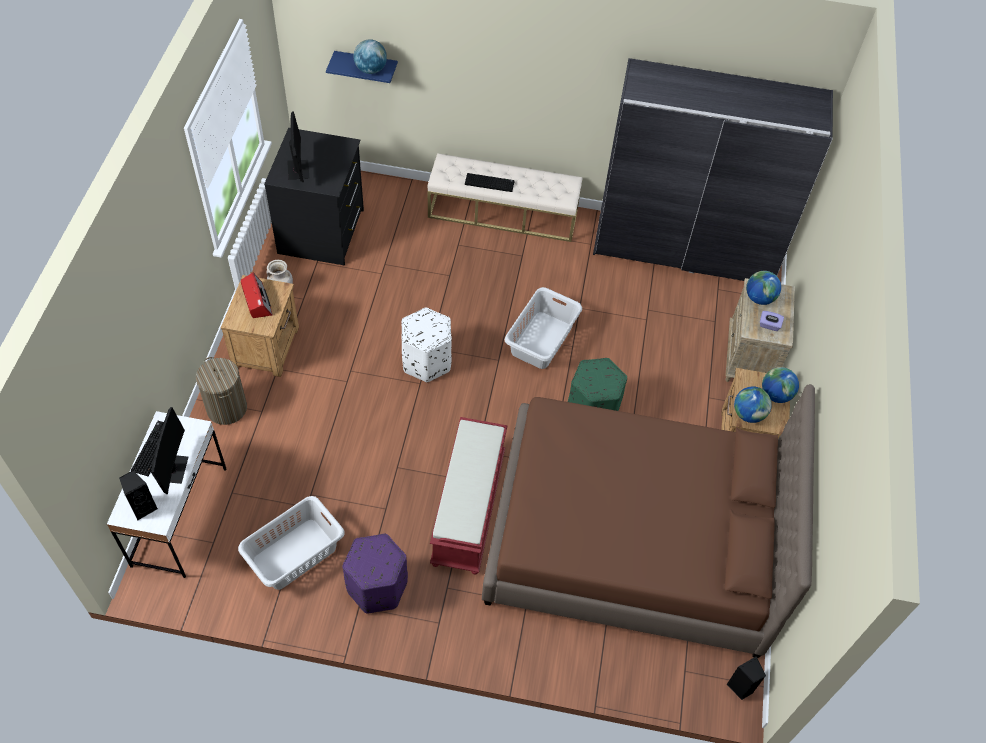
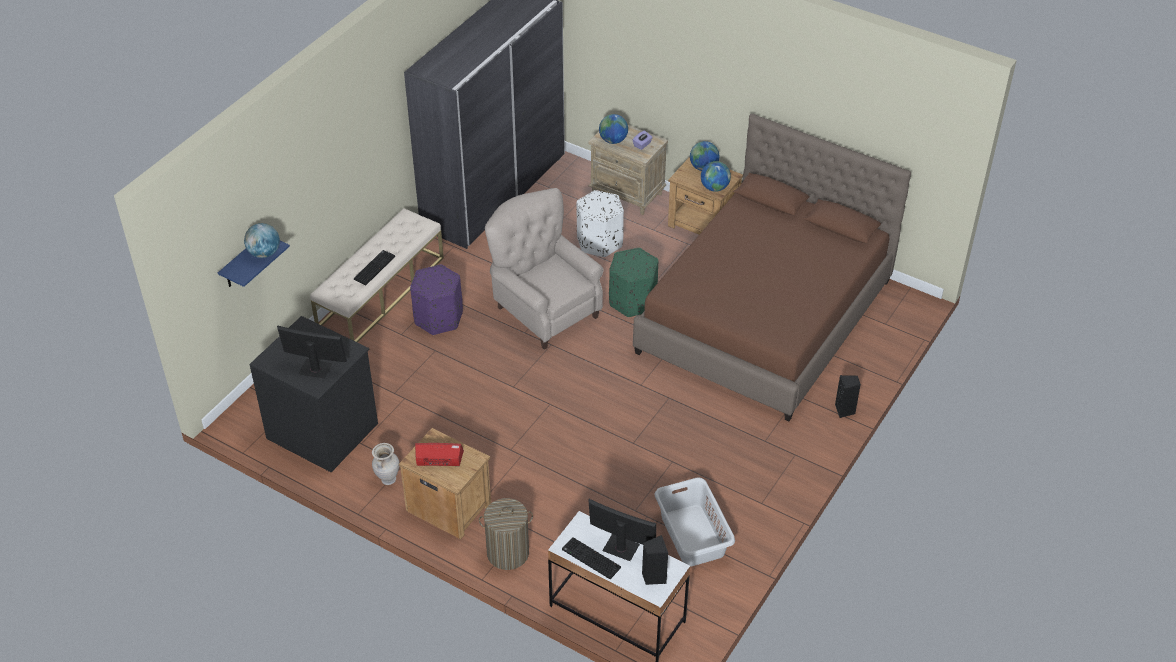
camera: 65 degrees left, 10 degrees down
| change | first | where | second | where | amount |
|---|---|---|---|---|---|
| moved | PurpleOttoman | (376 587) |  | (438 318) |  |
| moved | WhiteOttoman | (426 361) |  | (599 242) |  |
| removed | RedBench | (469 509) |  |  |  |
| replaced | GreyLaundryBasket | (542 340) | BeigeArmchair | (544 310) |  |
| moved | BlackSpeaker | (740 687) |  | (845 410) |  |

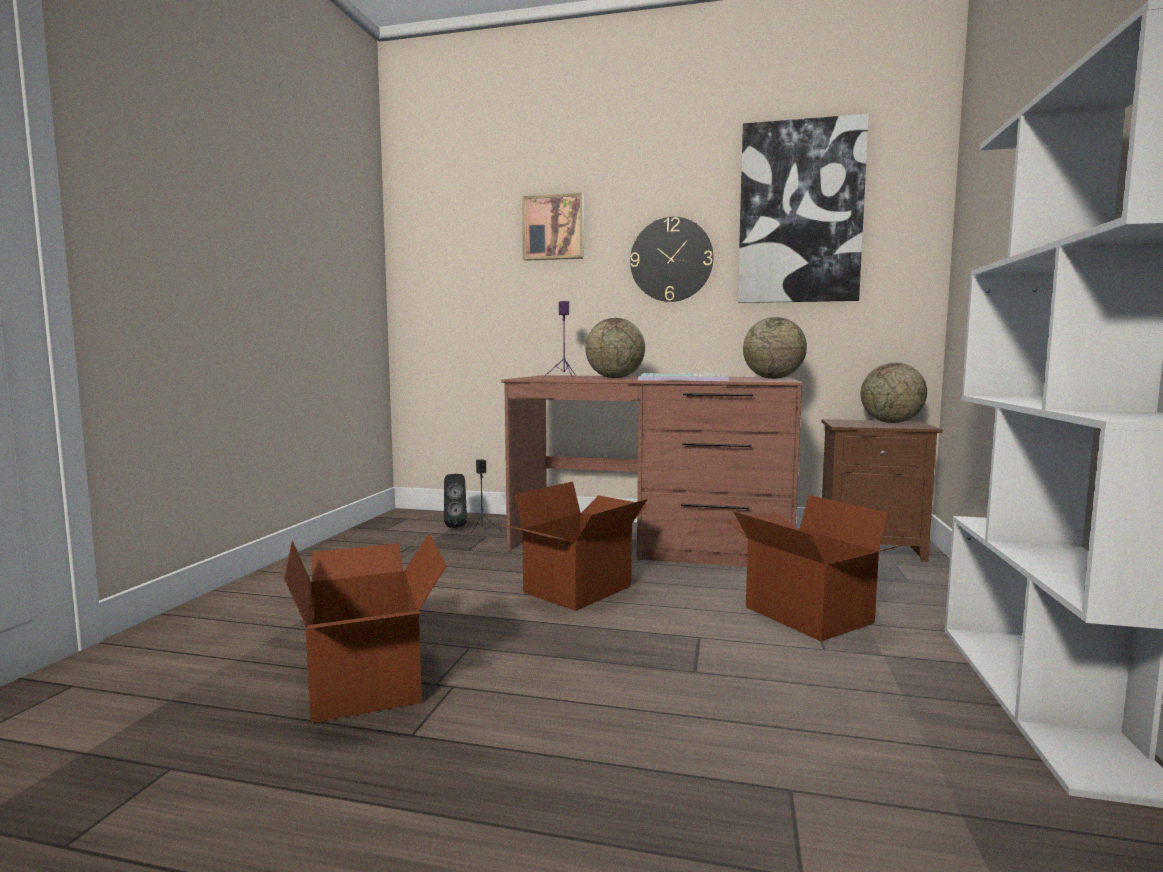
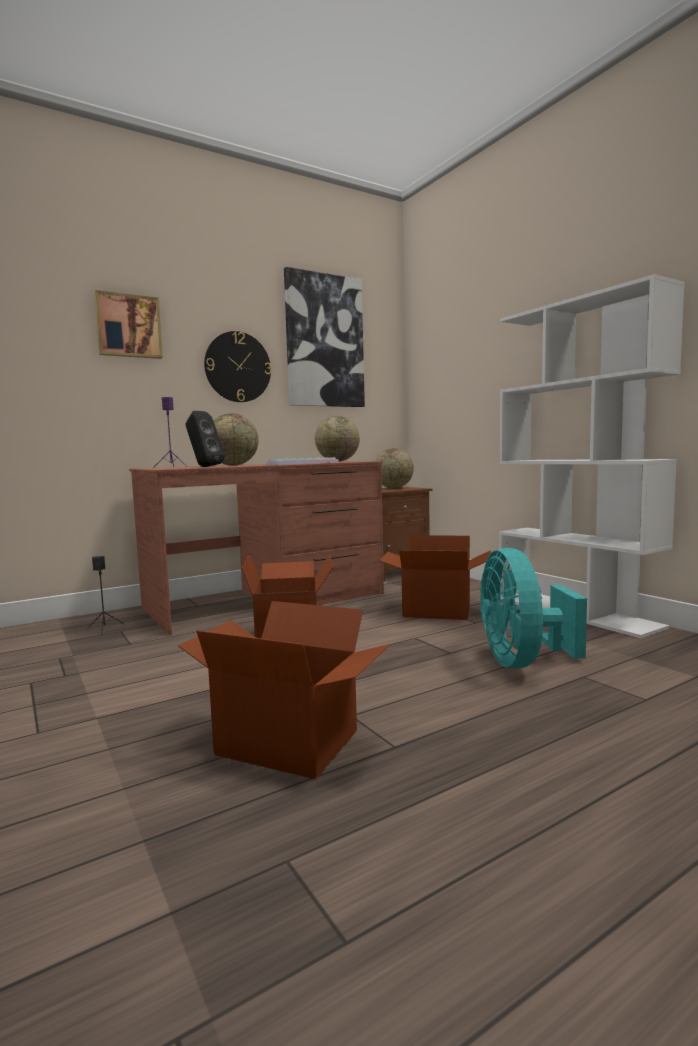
camera: 45 degrees left, 0 degrees up
| change | first | where | second | where | amount |
|---|---|---|---|---|---|
| moved | BlackSpeaker | (455 525) |  | (204 467) |  |
| added |  |  | TurquoiseFan | (522 662) |  |

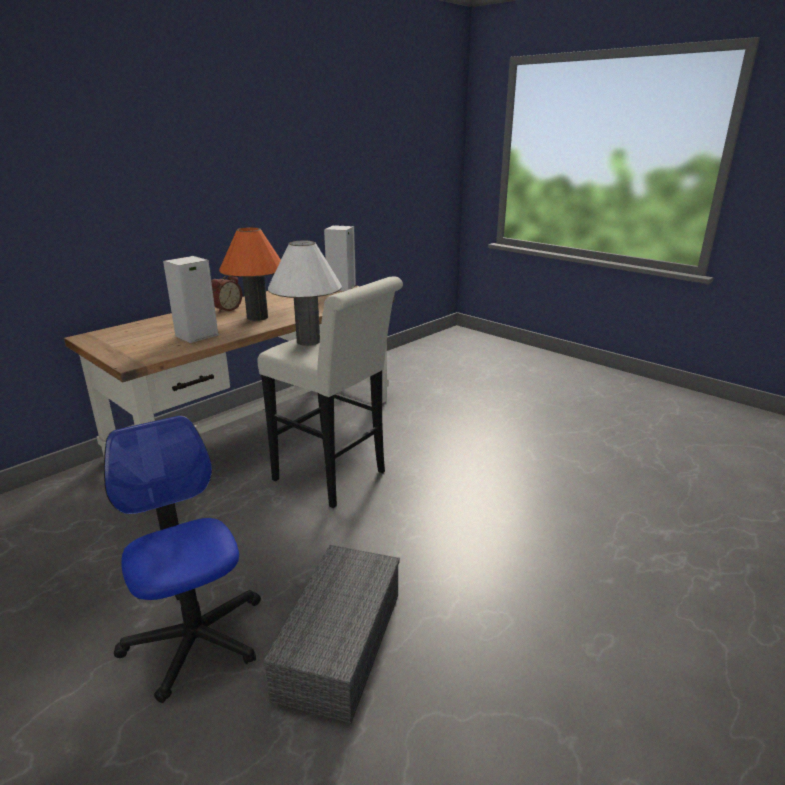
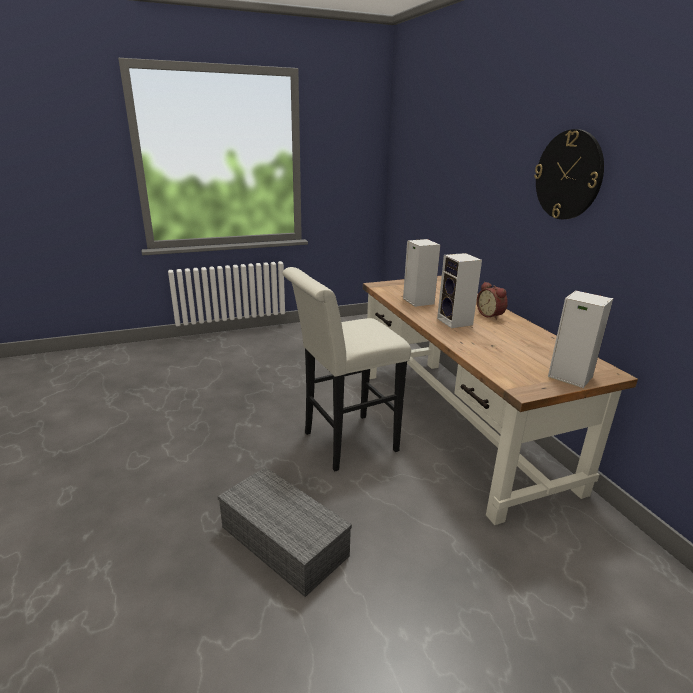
camera: 115 degrees right, 0 degrees up
| change | first | where | second | where | amount |
|---|---|---|---|---|---|
| removed | OfficeChair | (195 639) |  |  |  |
| replaced | OrangeTableLamp | (257 317) | Speaker | (456 322) |  |
| moved | GreyStorageBox | (339 641) |  | (286 541) |  |
| removed | WhiteTableLamp | (308 341) |  |  |  |
| added |  |  | WallClock | (568 175) |  |

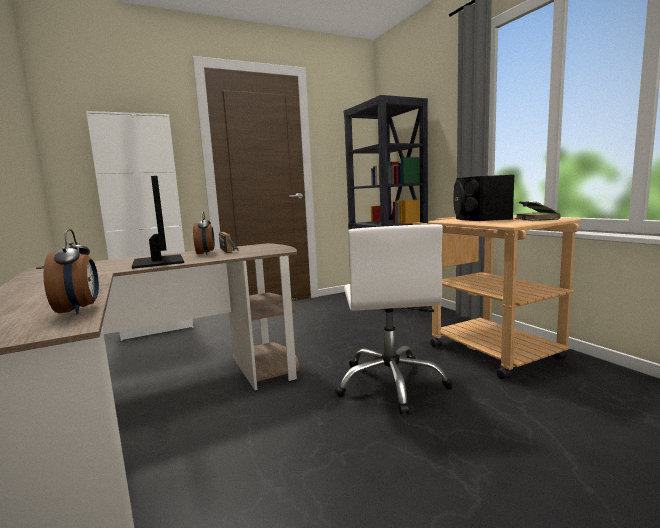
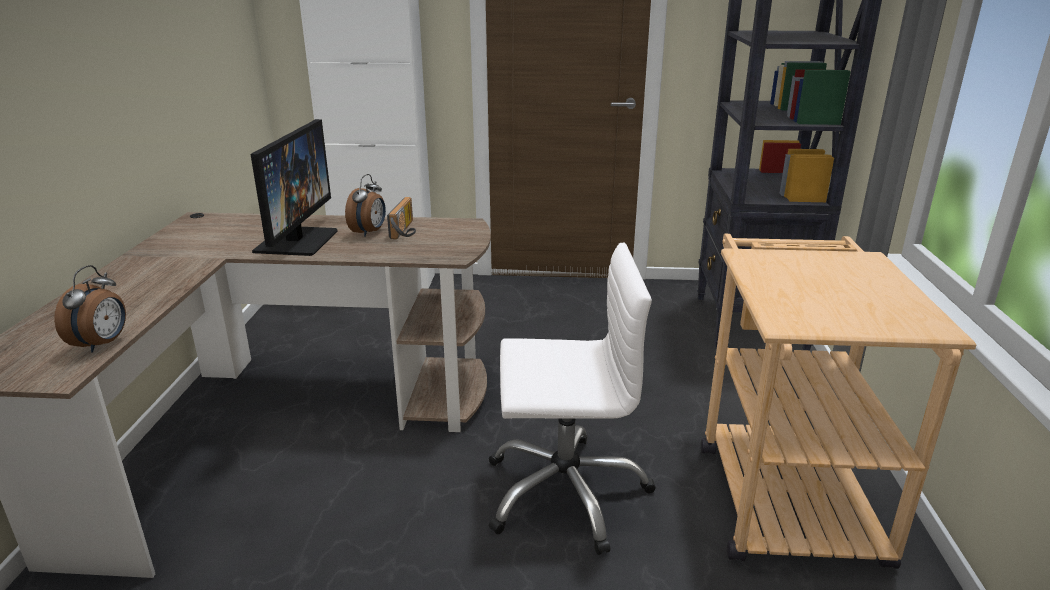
camera: 30 degrees right, 15 degrees up
| change | first | where | second | where | amount |
|---|---|---|---|---|---|
| turned | WhiteOfficeChair | (391 383) |  | (565 491) | 120 degrees counterclockwise |
| removed | BlackSpeaker | (479 218) |  |  |  |
| removed | Book | (535 219) |  |  |  |

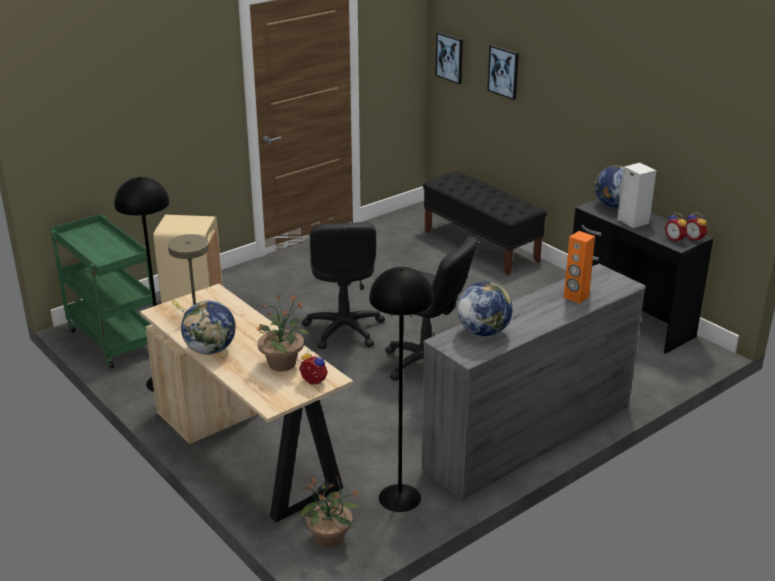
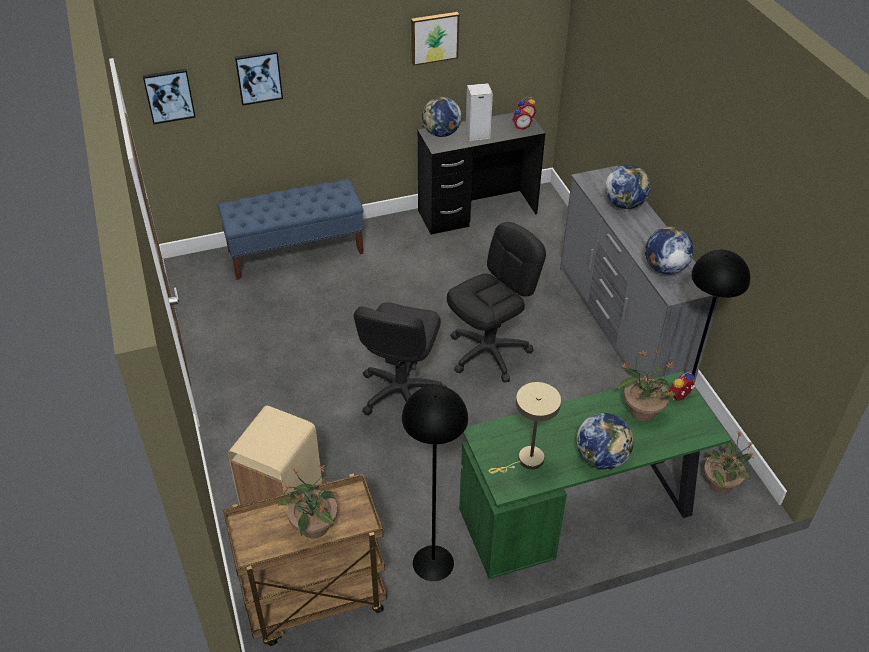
camera: 70 degrees left, 15 degrees up
| change | first | where | second | where | amount |
|---|---|---|---|---|---|
| recoloured | GreenCart | (112 339) | BrownCart | (314 602) |  |
| recoloured | BeigeDesk | (248 450) | GreenDesk | (581 513) |  |
| turned | BlackOfficeChair | (343 330) |  | (400 393) | 90 degrees clockwise |
| recoloured | BlackBench | (481 246) | BlueBench | (296 251) |  |
| replaced | OrangeSpeaker | (576 297) | Globe | (624 204) |  |
| added |  |  | PottedPlant | (314 527) |  |
| added |  |  | Picture | (434 37) |  |

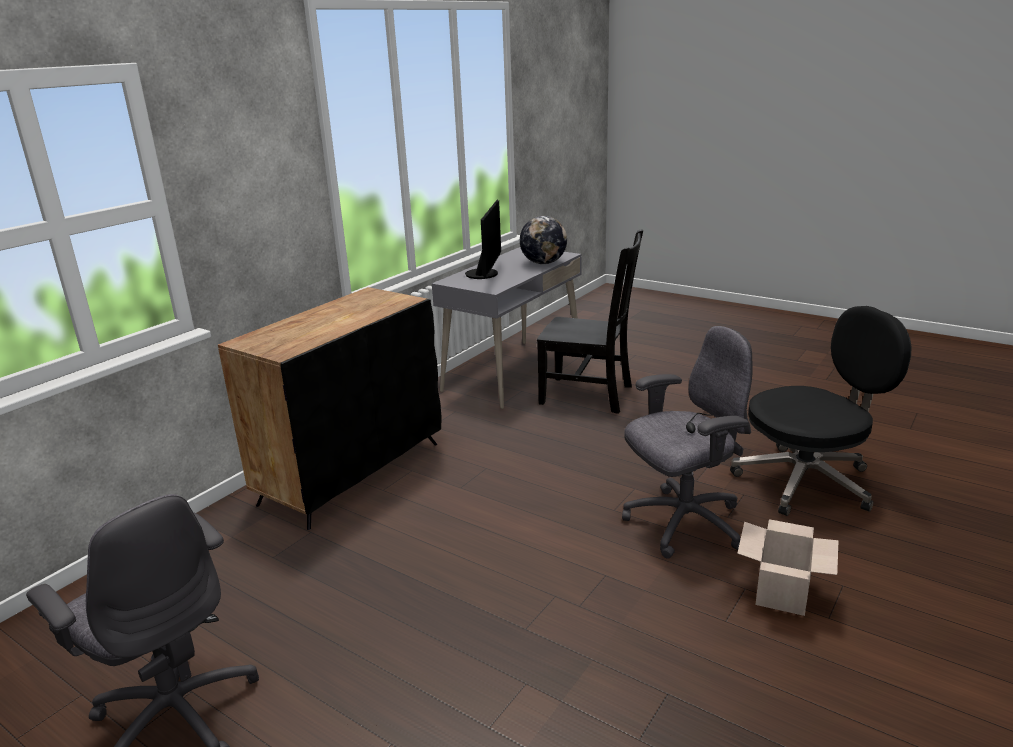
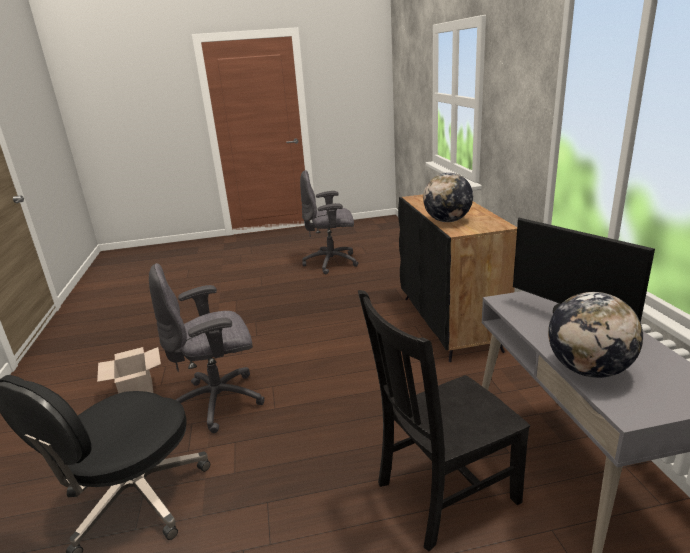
camera: 135 degrees right, 0 degrees up
| change | first | where | second | where | amount |
|---|---|---|---|---|---|
| turned | GreyOfficeChair | (682 524) |  | (220 401) | 45 degrees clockwise |
| added |  |  | Globe | (447 221) |  |

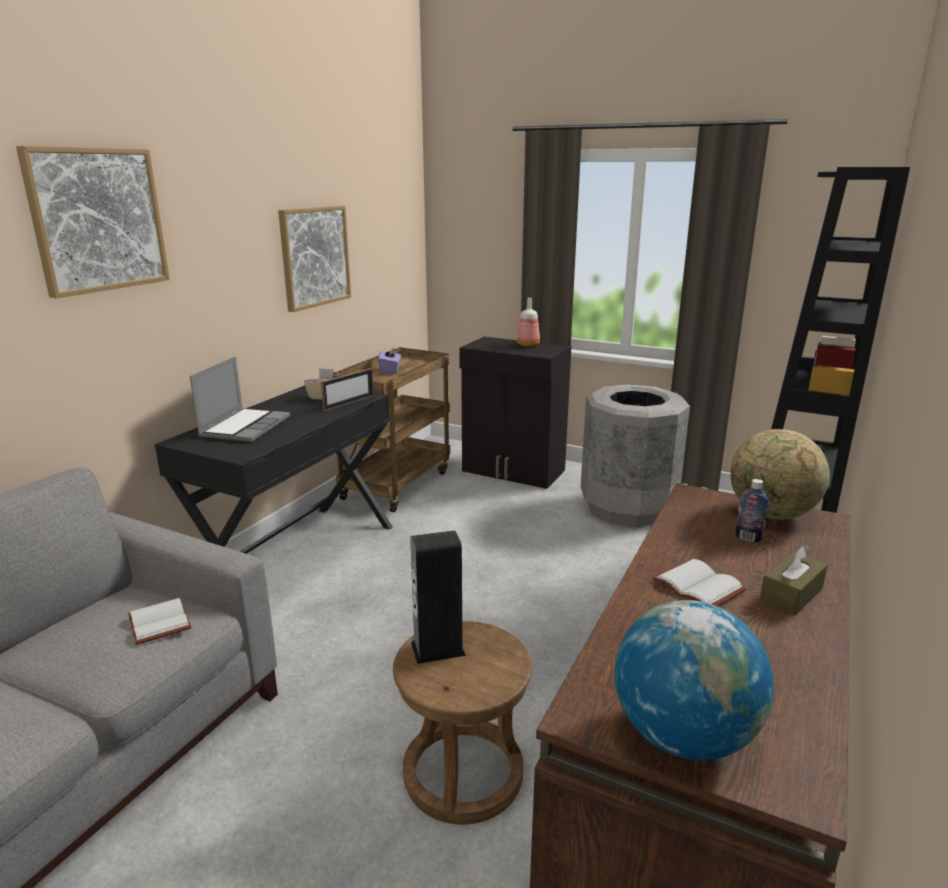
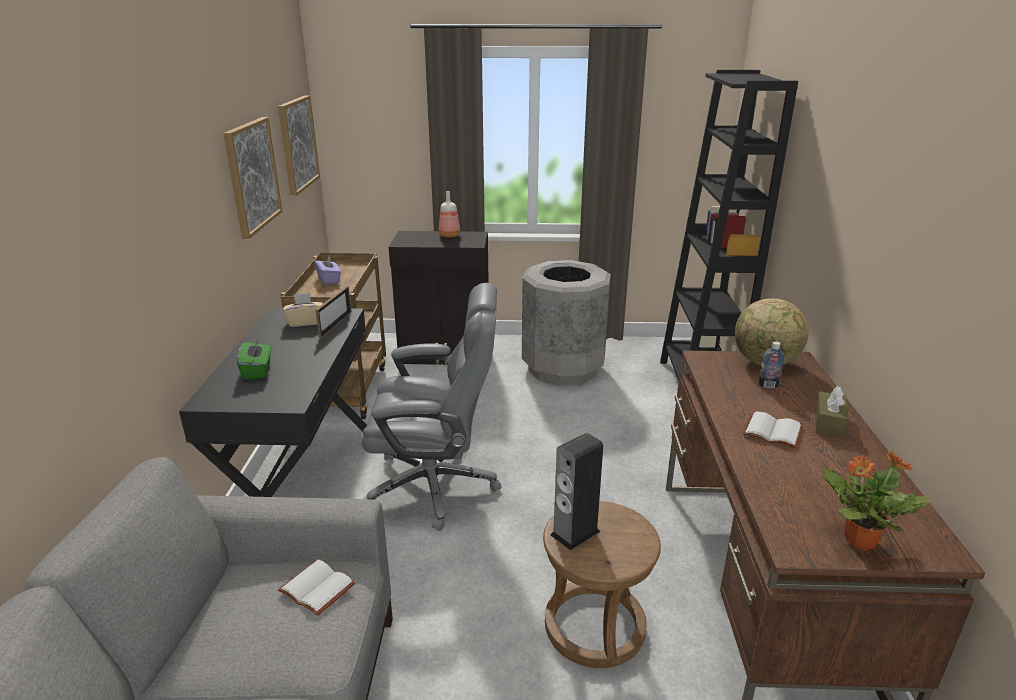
camera: 25 degrees left, 5 degrees up
| change | first | where | second | where | amount |
|---|---|---|---|---|---|
| moved | Picture | (98 220) |  | (297 144) |  |
| replaced | Laptop | (245 426) | GreenTissueBox | (257 371) |  |
| replaced | Globe | (683 735) | PottedPlant | (858 540) |  |
| added |  |  | GreyOfficeChair | (435 485) |  |

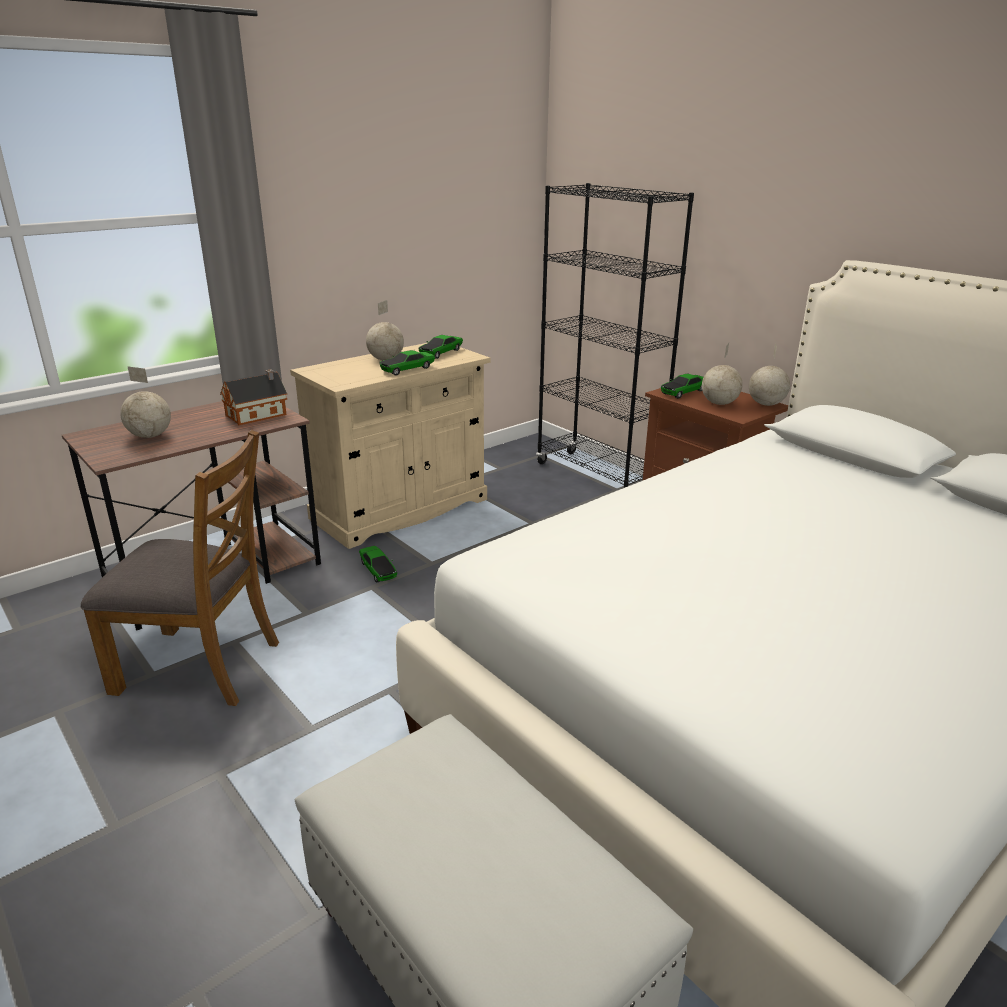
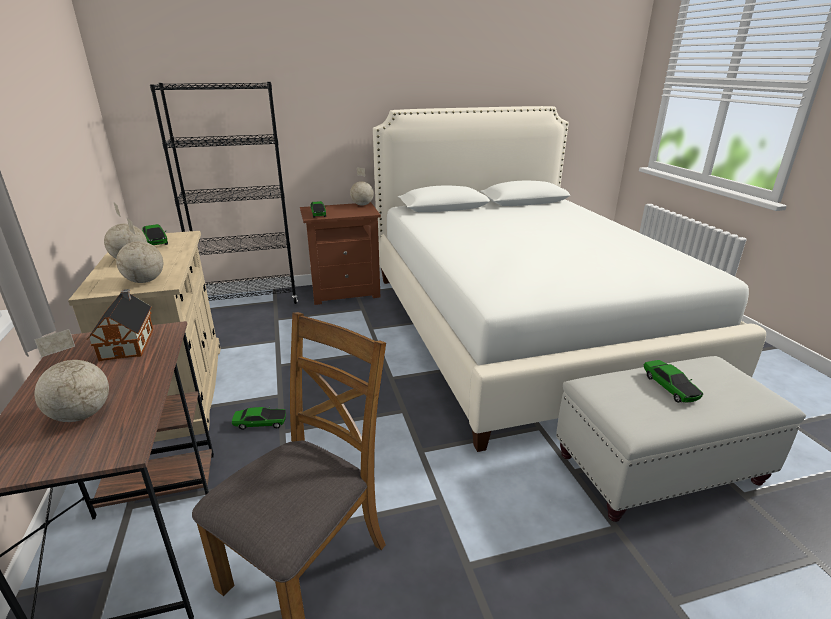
camera: 65 degrees left, 0 degrees up
| change | first | where | second | where | amount |
|---|---|---|---|---|---|
| moved | ToyCar | (407 369) |  | (669 387) |  |
| moved | Globe | (719 403) |  | (145 281) |  |

